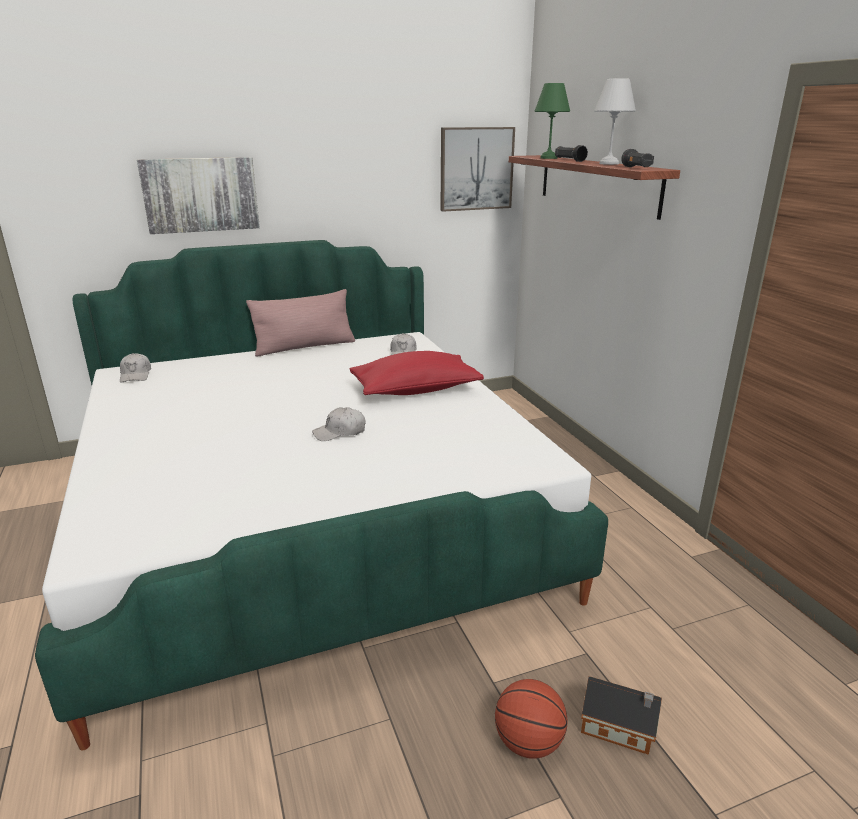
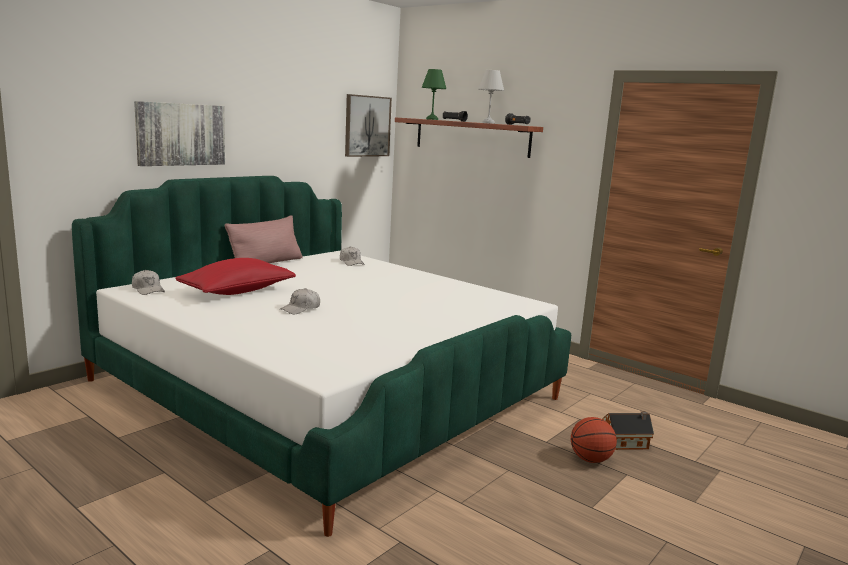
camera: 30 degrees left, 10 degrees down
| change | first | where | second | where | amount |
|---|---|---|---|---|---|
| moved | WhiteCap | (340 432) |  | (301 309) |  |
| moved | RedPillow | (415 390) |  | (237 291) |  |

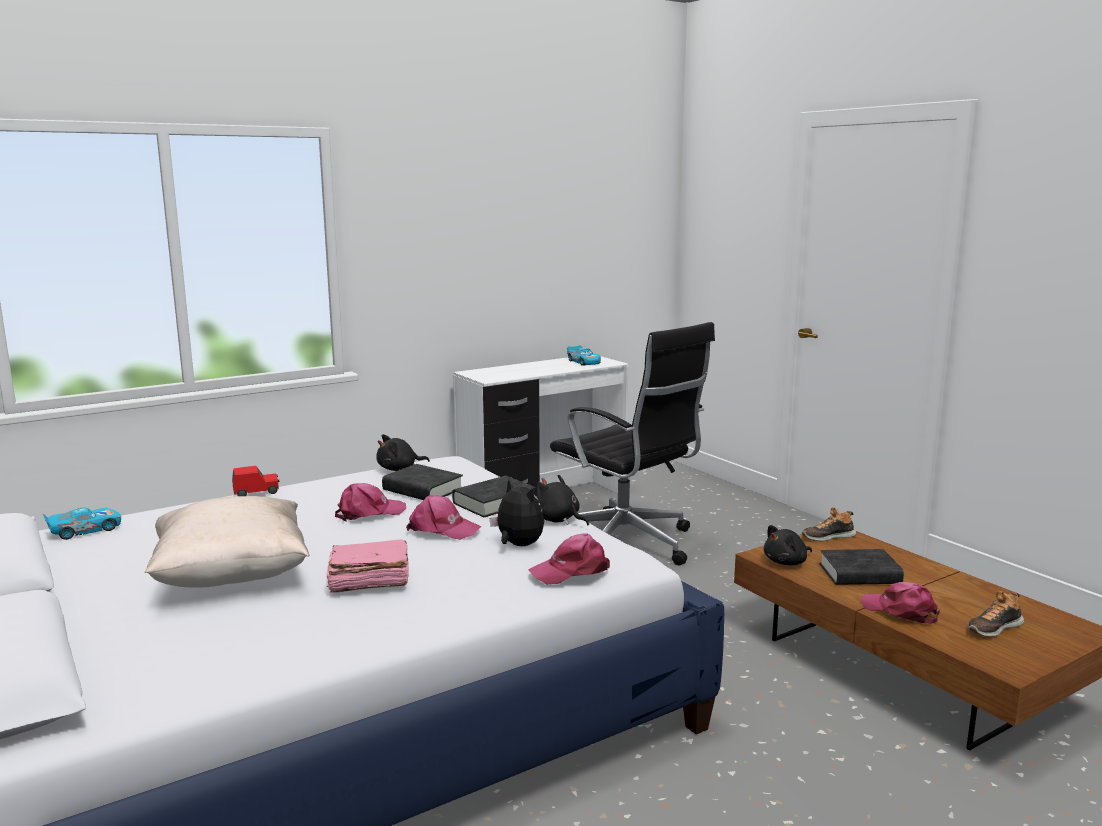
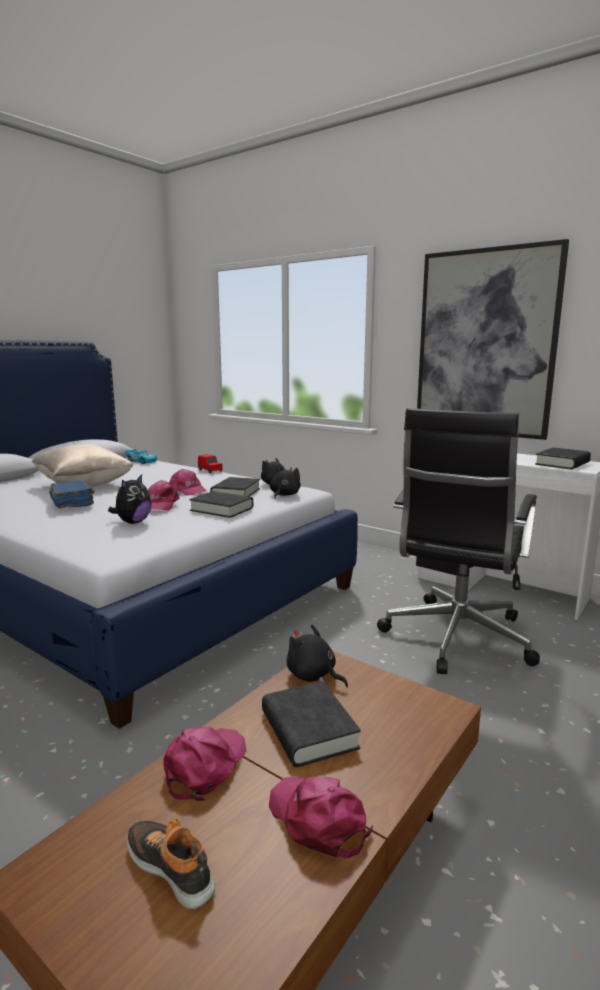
camera: 70 degrees right, 0 degrees up
| change | first | where | second | where | amount |
|---|---|---|---|---|---|
| recoloured | PinkBook | (368 581) | BlueBook | (73 503) |  |
| moved | PinkCap | (571 571) |  | (318 819) |  |
| moved | BlackPlushToy | (559 520) |  | (284 495) |  |
| replaced | ToyCar | (584 362) | BlackBook | (562 463) |  |
| removed | Shoe | (828 536) |  |  |  |
| added |  |  | Picture | (485 344) |  |

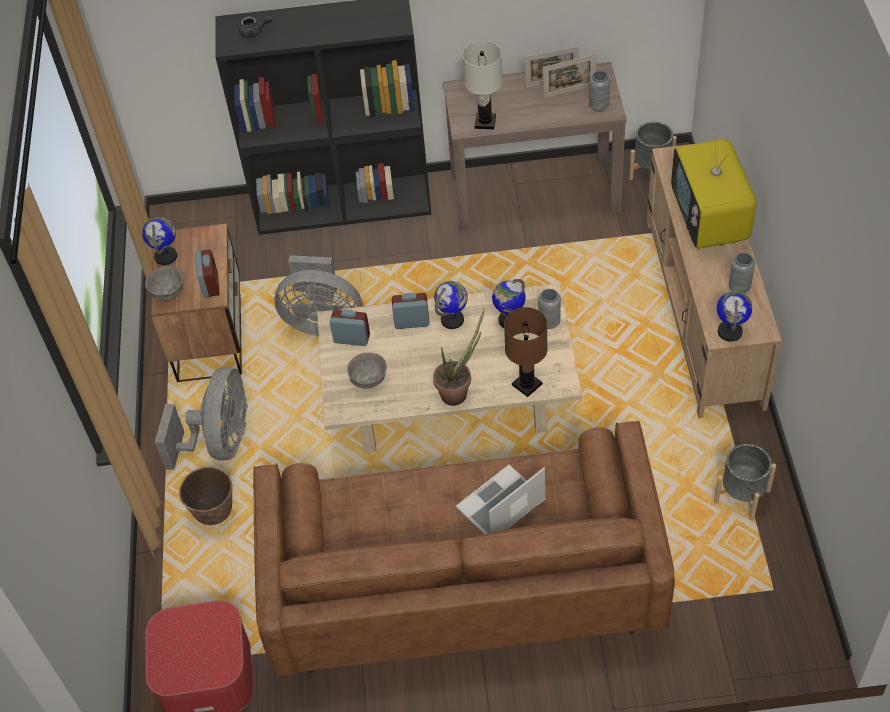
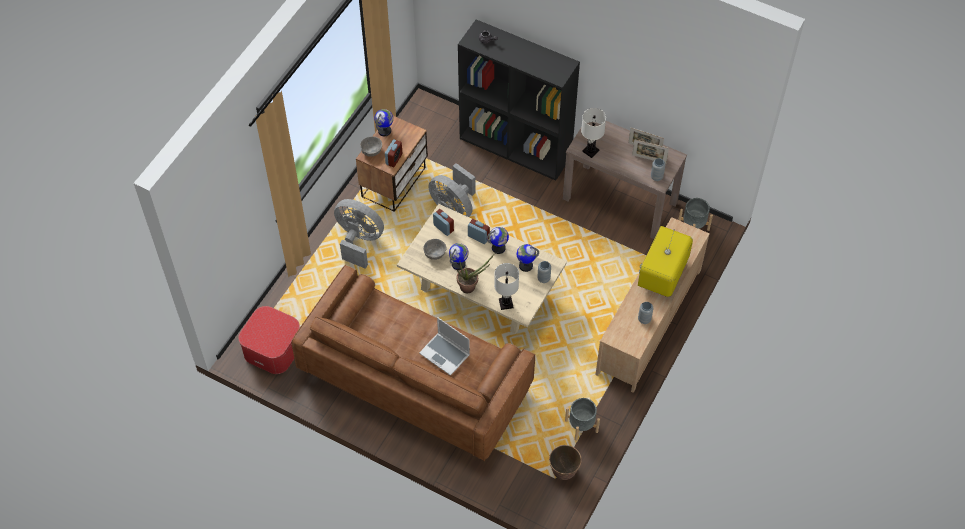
camera: 30 degrees right, 5 degrees up
| change | first | where | second | where | amount |
|---|---|---|---|---|---|
| turned | GreyFan | (220 442) |  | (359 241) | 105 degrees counterclockwise |
| moved | Planter | (215 514) |  | (564 472) |  |
| turned | Laptop | (501 506) |  | (445 354) | 135 degrees counterclockwise |
| recoloured | BrownTableLamp | (526 384) | WhiteTableLamp | (505 303) |  |
| moved | Globe | (730 331) |  | (458 264) |  |

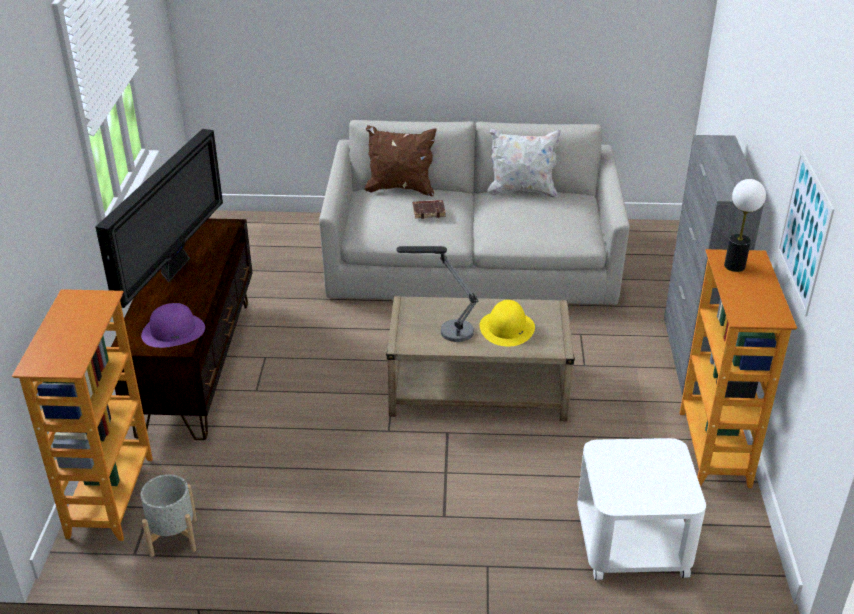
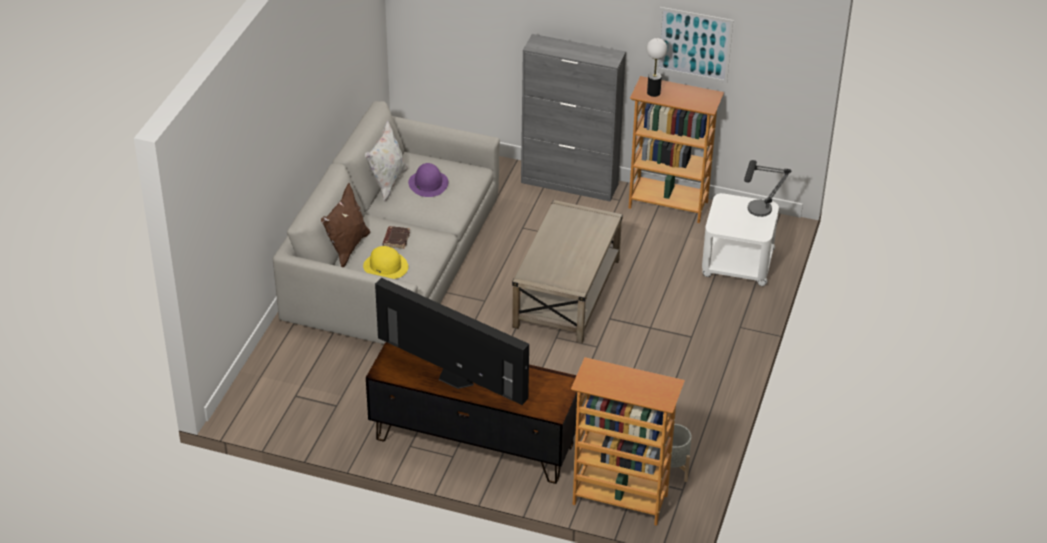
camera: 75 degrees left, 5 degrees up
| change | first | where | second | where | amount |
|---|---|---|---|---|---|
| moved | PurpleHat | (173 331) |  | (428 183) |  |
| moved | TableLamp | (446 330) |  | (756 213) |  |
| moved | YellowHat | (507 328) |  | (386 266) |  |

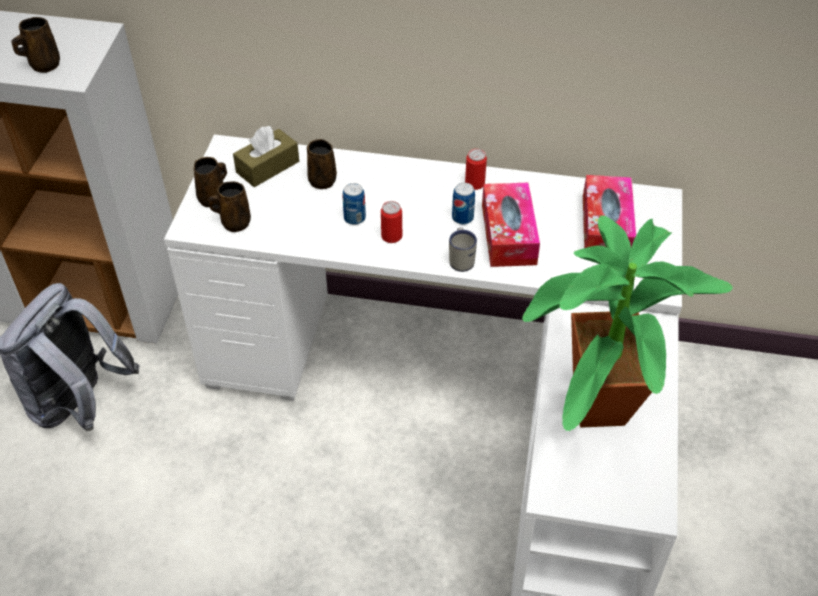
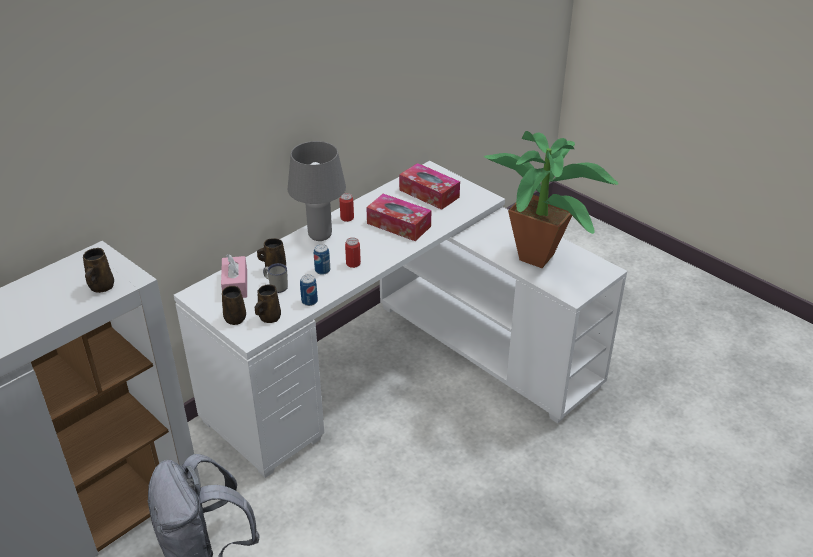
camera: 55 degrees left, 10 degrees down
| change | first | where | second | where | amount |
|---|---|---|---|---|---|
| recoloured | BrownTissueBox | (267 167) | PinkTissueBox | (235 285) |  |
| moved | WhiteMug | (461 259) |  | (276 286) |  |
| moved | Can | (462 218) |  | (309 301) |  |
| added |  |  | GreyTableLamp | (320 235) |  |

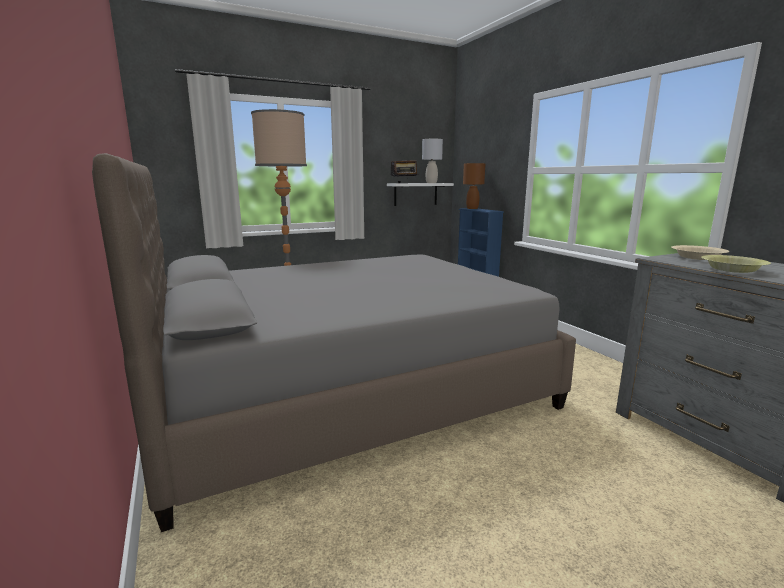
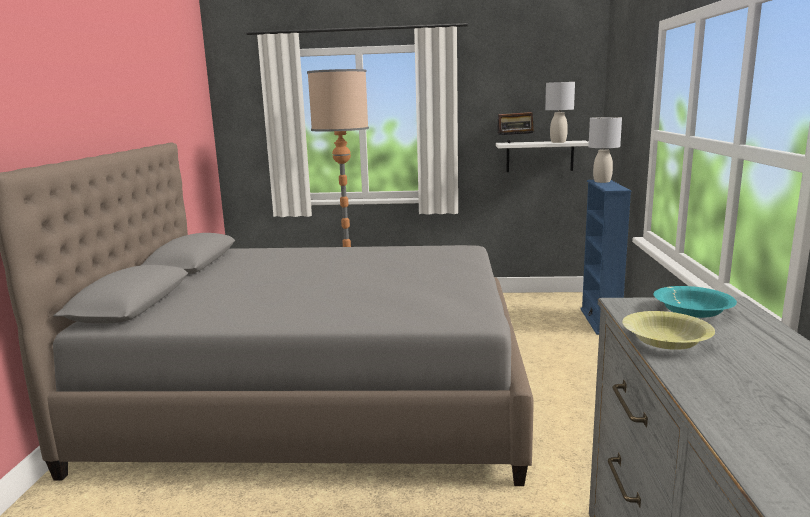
camera: 30 degrees right, 0 degrees up
| change | first | where | second | where | amount |
|---|---|---|---|---|---|
| recoloured | BrownTableLamp | (472 208) | GreyTableLamp | (601 181) |  |
| recoloured | BeigeBowl | (697 258) | TurquoiseBowl | (692 311) |  |

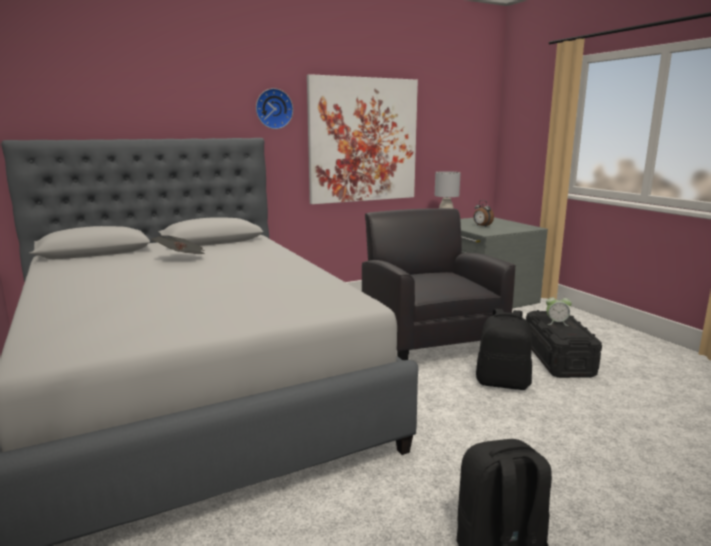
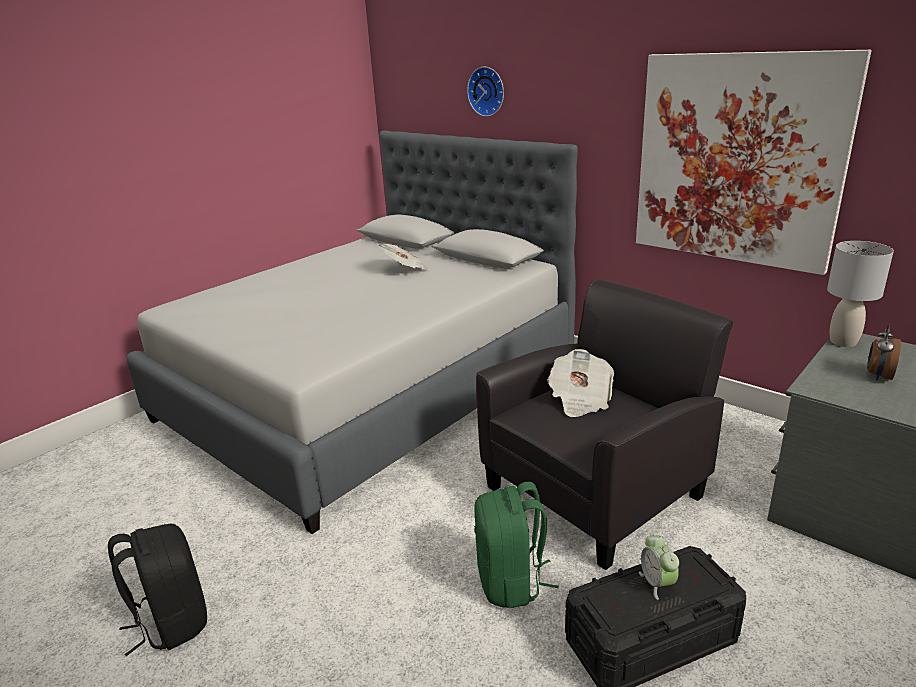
camera: 70 degrees right, 10 degrees up
| change | first | where | second | where | amount |
|---|---|---|---|---|---|
| moved | WallClock | (273 109) |  | (487 91) |  |
| recoloured | BlackBackpack | (503 383) | GreenBackpack | (511 582) |  |
| added |  |  | Newspaper | (580 399) |  |

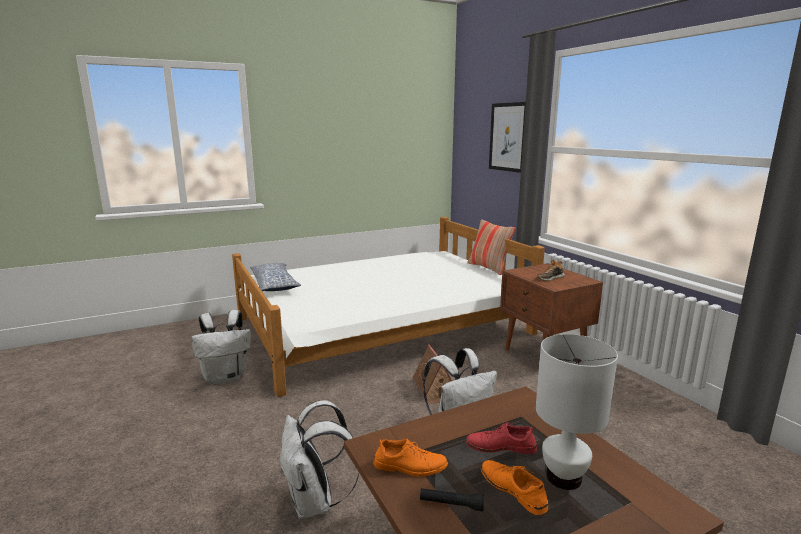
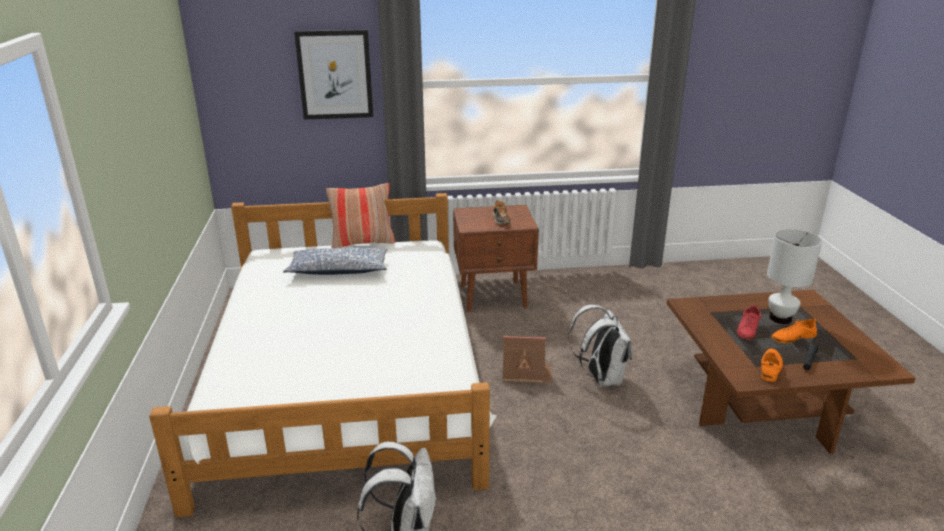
camera: 70 degrees left, 10 degrees up
| change | first | where | second | where | amount |
|---|---|---|---|---|---|
| moved | Pillow | (275 285) |  | (338 270) |  |
| removed | WhiteBackpack | (315 503) |  |  |  |

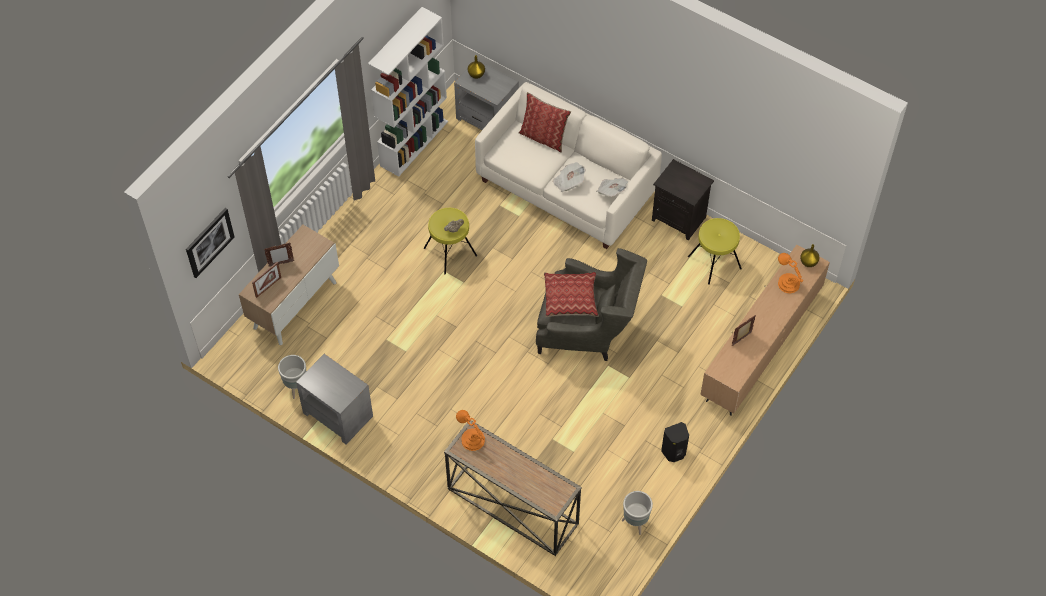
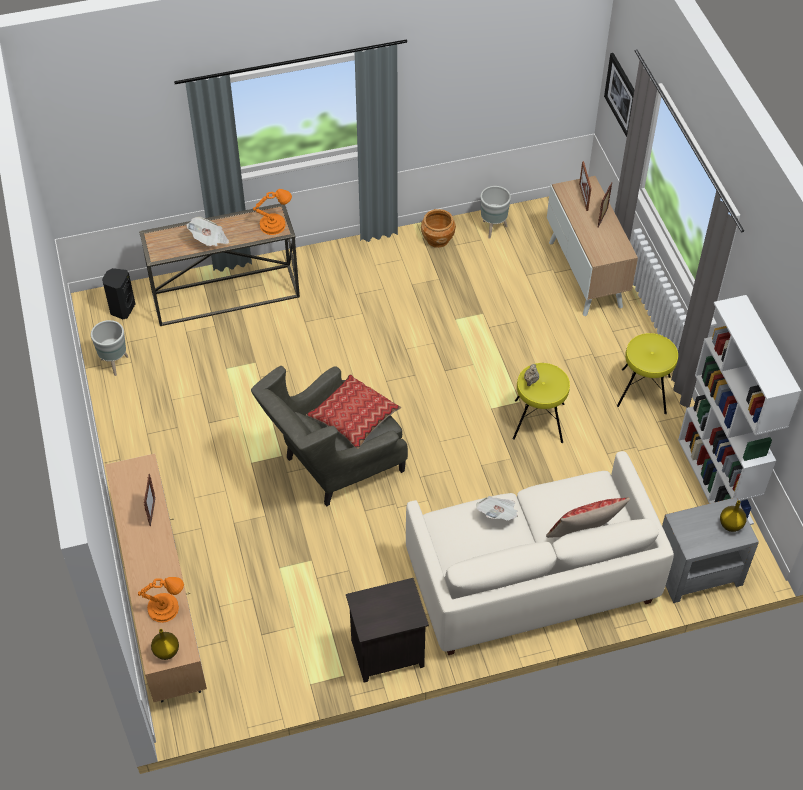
camera: 130 degrees right, 5 degrees down
| change | first | where | second | where | amount |
|---|---|---|---|---|---|
| replaced | GreySideTable | (338 414) | BrownPlanter | (438 239) |  |
| moved | Newspaper | (611 191) |  | (209 240) |  |
| moved | BlackSpeaker | (674 453) |  | (121 309) |  |
| moved | YellowStool | (714 262) |  | (644 391) |  |

